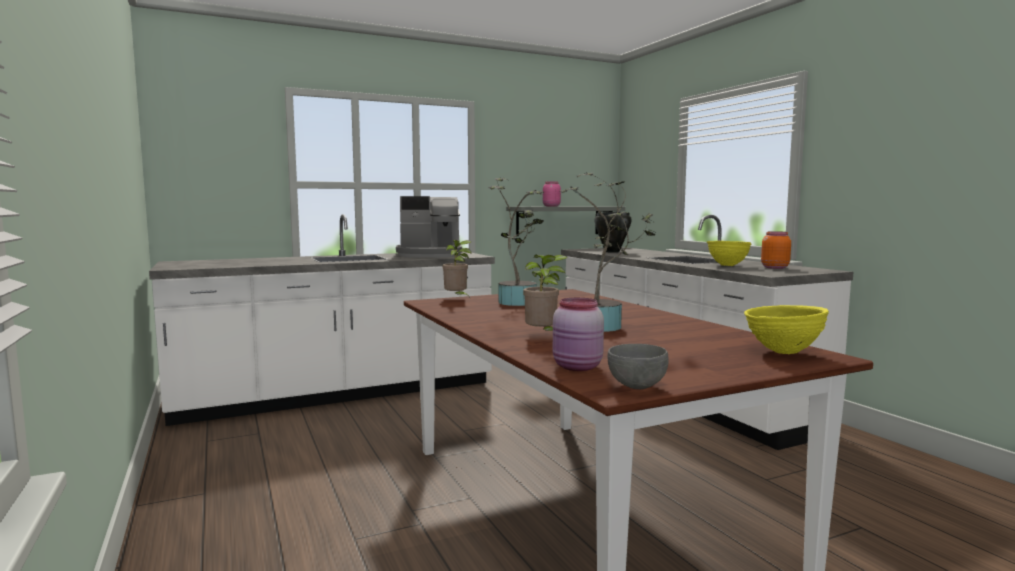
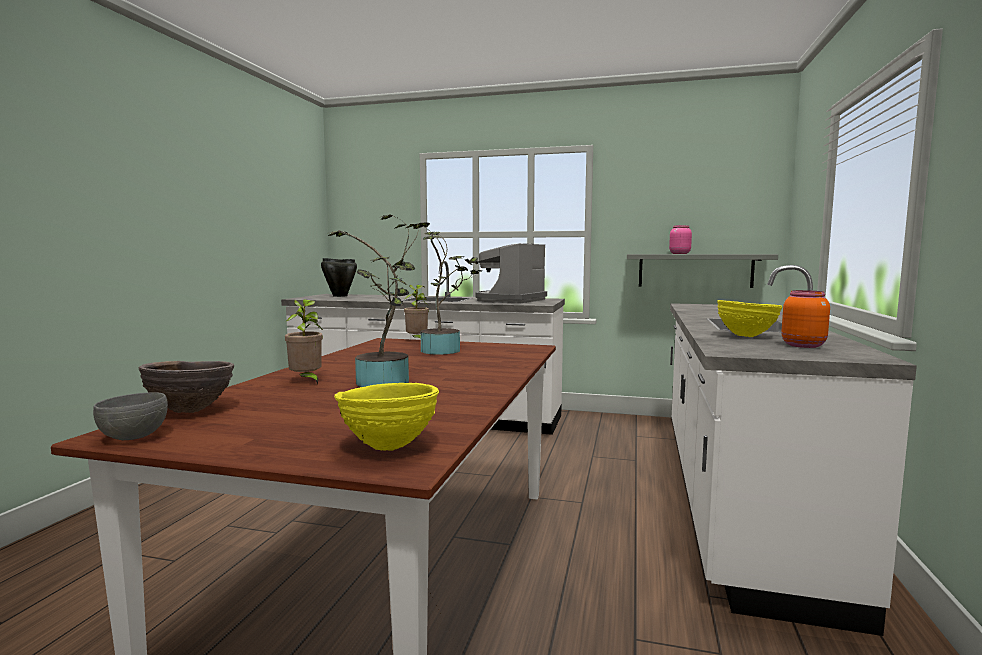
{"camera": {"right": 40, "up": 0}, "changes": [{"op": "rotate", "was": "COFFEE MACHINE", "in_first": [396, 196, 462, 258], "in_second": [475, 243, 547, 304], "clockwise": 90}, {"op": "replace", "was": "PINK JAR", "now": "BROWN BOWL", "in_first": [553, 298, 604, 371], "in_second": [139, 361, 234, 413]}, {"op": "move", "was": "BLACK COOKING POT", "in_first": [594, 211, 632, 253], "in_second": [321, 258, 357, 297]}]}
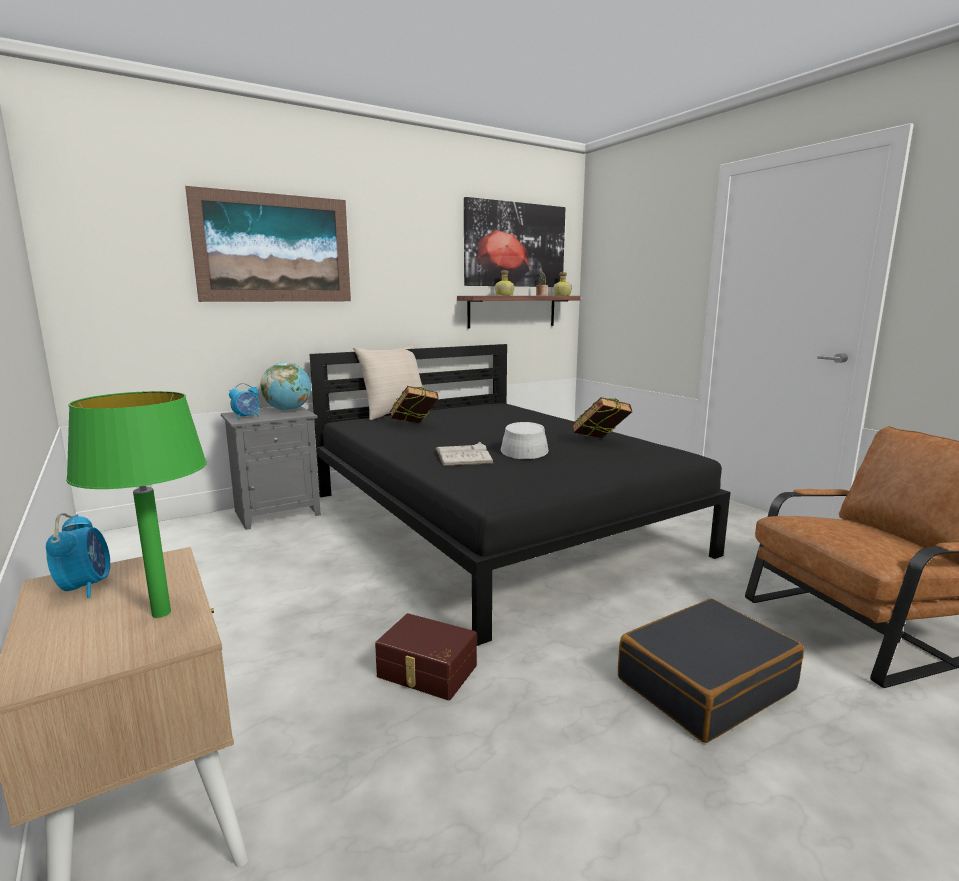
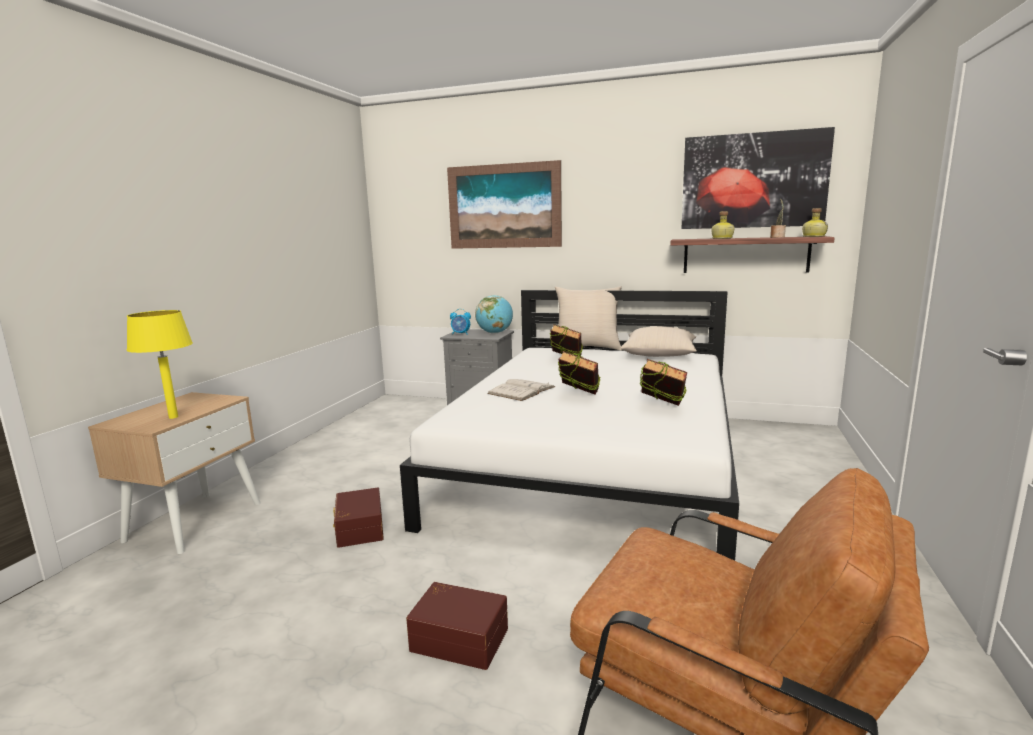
{"camera": {"right": 50, "up": 0}, "changes": [{"op": "delete", "was": "ALARM CLOCK", "in_first": [46, 513, 110, 598]}, {"op": "recolor", "was": "GREEN TABLE LAMP", "now": "YELLOW TABLE LAMP", "in_first": [66, 391, 207, 618], "in_second": [127, 310, 193, 419]}, {"op": "recolor", "was": "BLACK BED", "now": "WHITE BED", "in_first": [310, 344, 731, 646], "in_second": [400, 290, 739, 561]}, {"op": "replace", "was": "GREY HAT", "now": "BOOK", "in_first": [500, 422, 549, 459], "in_second": [558, 351, 601, 395]}, {"op": "replace", "was": "BLACK SUITCASE", "now": "BROWN STORAGE BOX", "in_first": [618, 598, 804, 743], "in_second": [406, 582, 508, 670]}, {"op": "insert", "now": "BEIGE PILLOW", "in_second": [621, 326, 697, 357]}]}
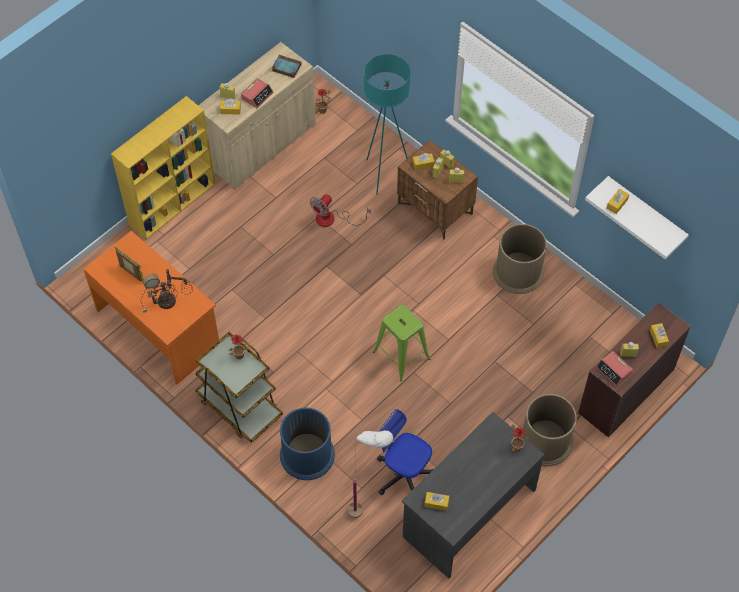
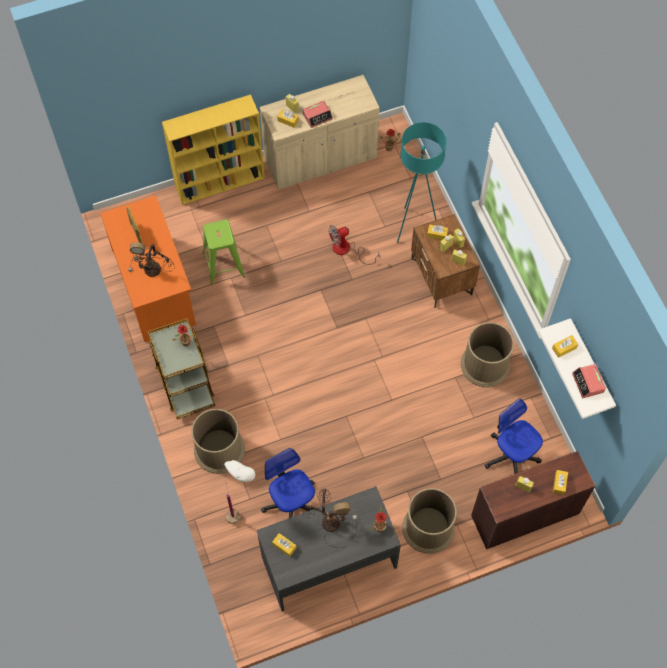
{"camera": {"right": 25, "up": 5}, "changes": [{"op": "delete", "was": "BOOK", "in_first": [272, 55, 302, 78]}, {"op": "recolor", "was": "BLUE TRASH CAN", "now": "BROWN TRASH CAN", "in_first": [280, 408, 335, 480], "in_second": [191, 409, 245, 474]}, {"op": "move", "was": "GREEN STOOL", "in_first": [373, 305, 430, 381], "in_second": [202, 219, 245, 285]}, {"op": "move", "was": "ALARM CLOCK", "in_first": [596, 351, 633, 387], "in_second": [572, 364, 606, 398]}, {"op": "insert", "now": "TABLE LAMP", "in_second": [302, 489, 357, 548]}, {"op": "insert", "now": "OFFICE CHAIR", "in_second": [484, 399, 543, 474]}]}
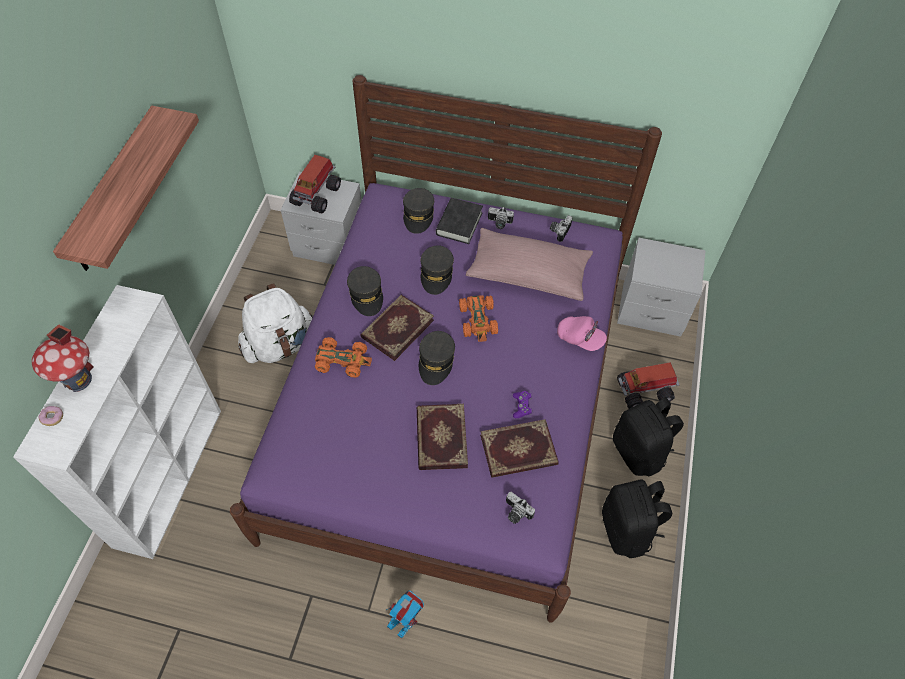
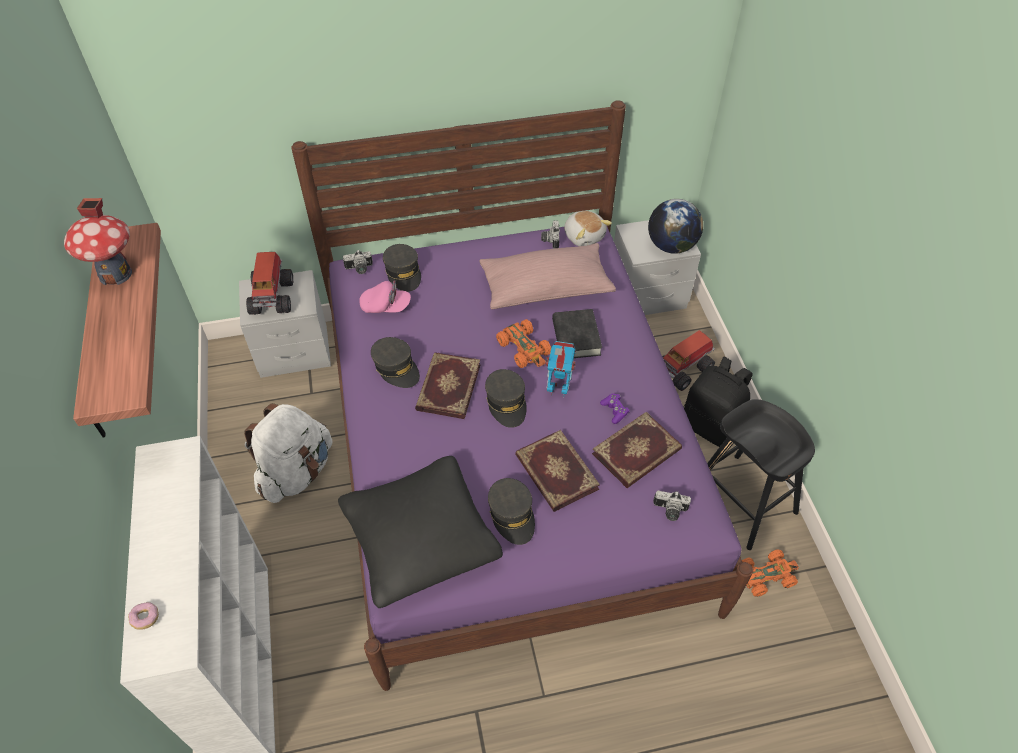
{"camera": {"right": -25, "up": -5}, "changes": [{"op": "move", "was": "TOY HOUSE", "in_first": [32, 324, 93, 392], "in_second": [64, 198, 132, 285]}, {"op": "move", "was": "ORANGE TOY CAR", "in_first": [315, 337, 372, 378], "in_second": [742, 550, 799, 597]}, {"op": "move", "was": "TOY ROBOT", "in_first": [386, 590, 424, 639], "in_second": [545, 341, 576, 398]}, {"op": "move", "was": "GREY CAP", "in_first": [420, 245, 454, 295], "in_second": [488, 478, 535, 545]}, {"op": "move", "was": "BLACK BOOK", "in_first": [436, 198, 483, 244], "in_second": [552, 309, 602, 358]}, {"op": "move", "was": "PHOTO CAMERA", "in_first": [488, 207, 514, 229], "in_second": [343, 250, 373, 274]}, {"op": "move", "was": "PINK CAP", "in_first": [557, 316, 607, 351], "in_second": [359, 281, 411, 313]}, {"op": "replace", "was": "BLACK BACKPACK", "now": "BLACK STOOL", "in_first": [602, 479, 672, 558], "in_second": [707, 399, 815, 550]}, {"op": "insert", "now": "BLACK PILLOW", "in_second": [338, 456, 503, 608]}, {"op": "insert", "now": "PLUSH TOY", "in_second": [564, 211, 612, 246]}, {"op": "insert", "now": "GLOBE", "in_second": [648, 199, 703, 254]}]}
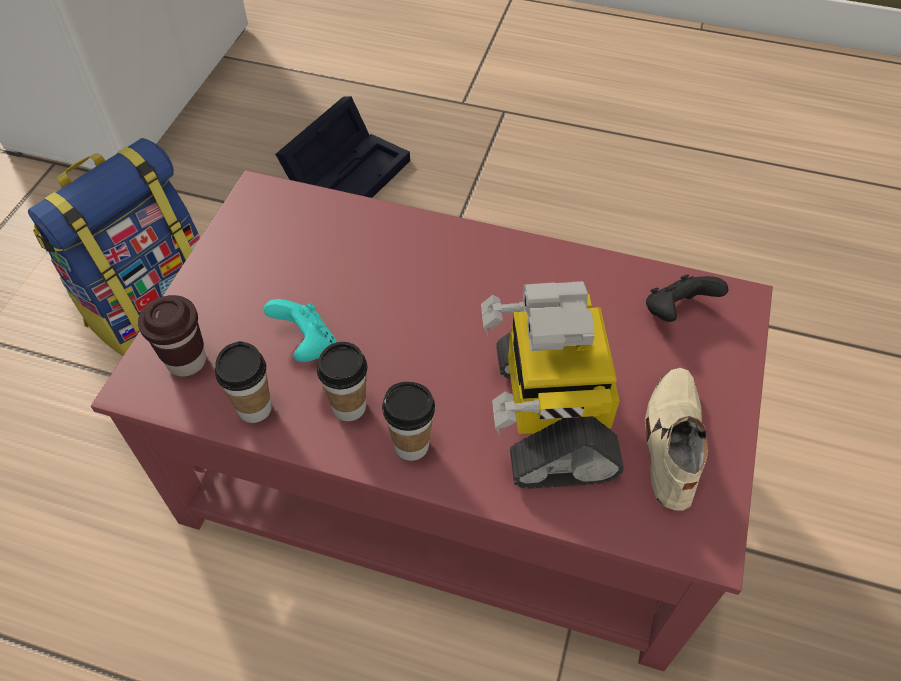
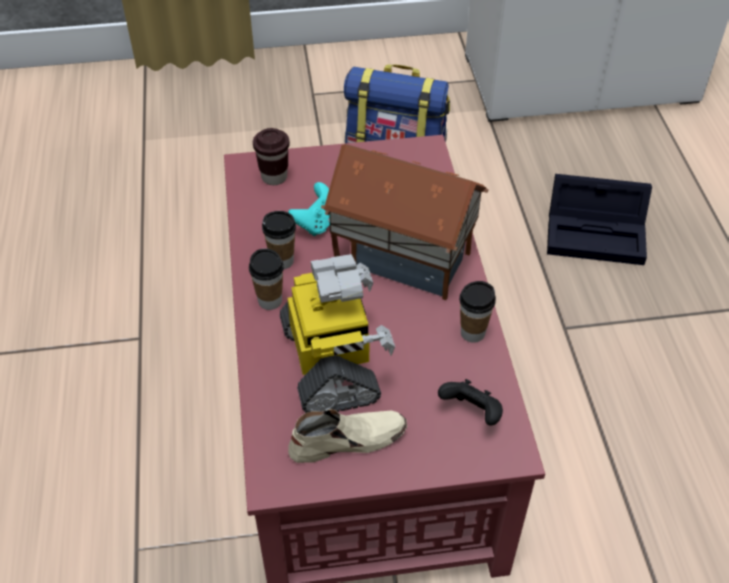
{"camera": {"right": 65, "up": -5}, "changes": [{"op": "move", "was": "CUP", "in_first": [215, 341, 271, 423], "in_second": [459, 281, 496, 343]}, {"op": "rotate", "was": "TOY ROBOT", "in_first": [481, 281, 624, 489], "in_second": [280, 254, 395, 413], "clockwise": 105}, {"op": "insert", "now": "TOY HOUSE", "in_second": [321, 144, 489, 300]}]}
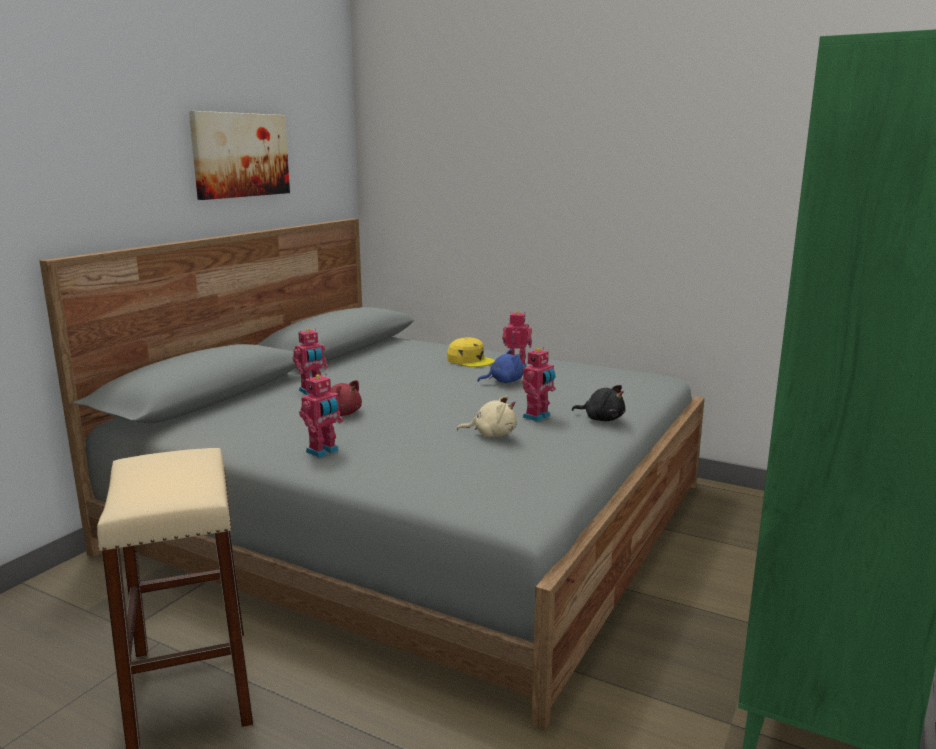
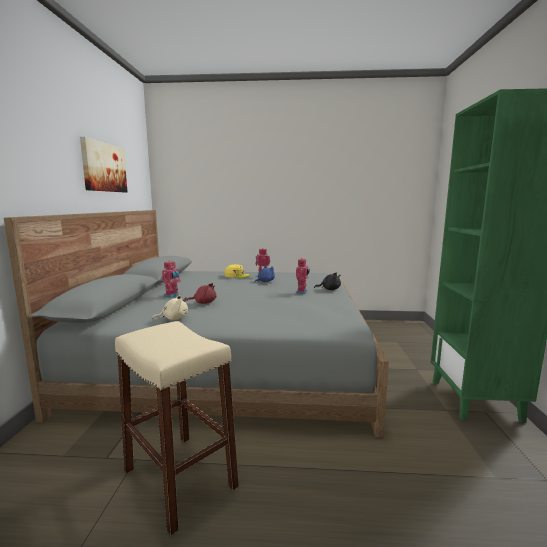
{"camera": {"right": -25, "up": -5}, "changes": [{"op": "delete", "was": "TOY ROBOT", "in_first": [299, 374, 343, 458]}, {"op": "move", "was": "BEIGE PLUSH TOY", "in_first": [457, 395, 517, 437], "in_second": [152, 295, 188, 320]}]}
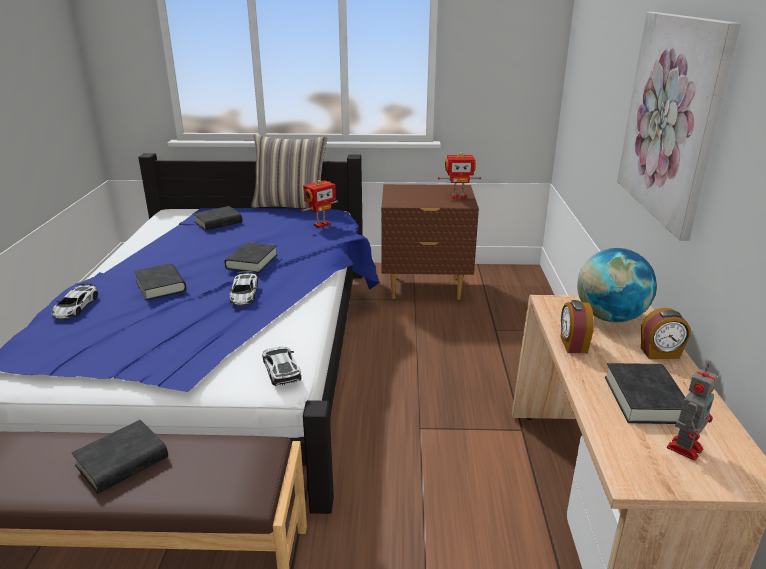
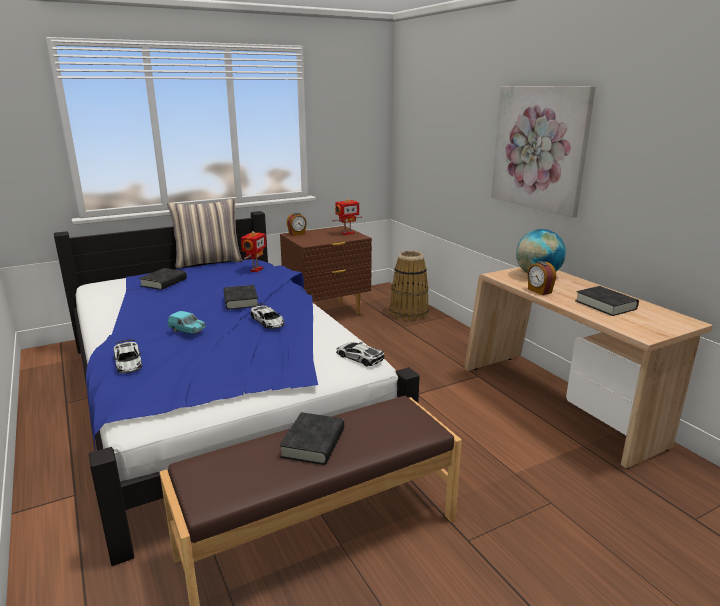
{"camera": {"right": -30, "up": -5}, "changes": [{"op": "replace", "was": "BLACK BOOK", "now": "TURQUOISE TOY CAR", "in_first": [134, 264, 186, 300], "in_second": [168, 311, 206, 334]}, {"op": "move", "was": "ALARM CLOCK", "in_first": [641, 308, 691, 359], "in_second": [287, 213, 307, 236]}, {"op": "delete", "was": "TOY ROBOT", "in_first": [667, 364, 717, 461]}, {"op": "insert", "now": "BASKET", "in_second": [389, 251, 429, 321]}]}
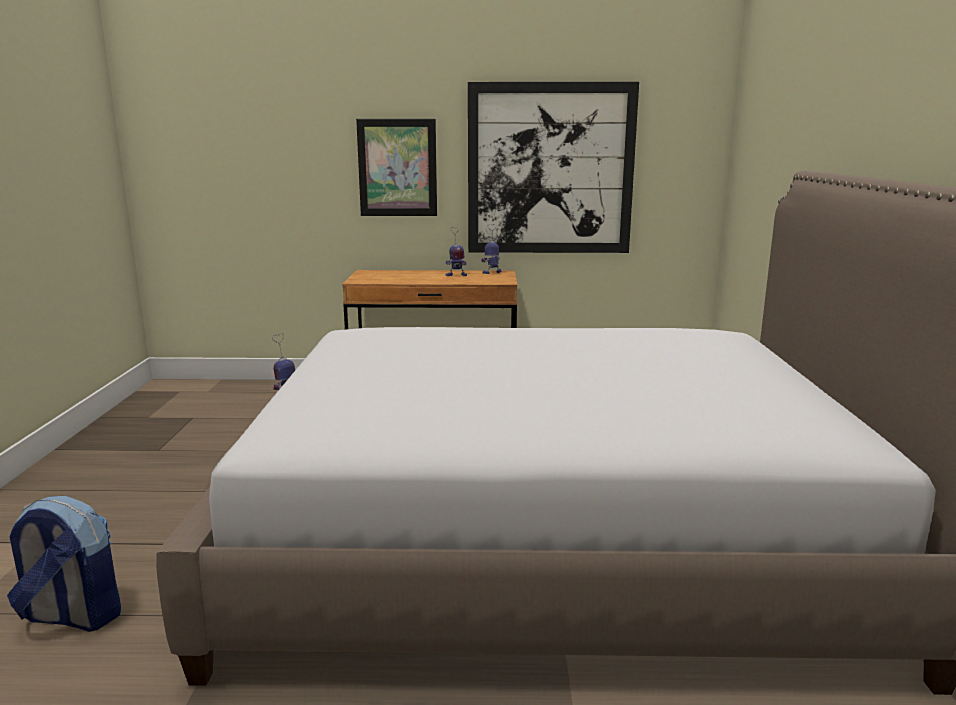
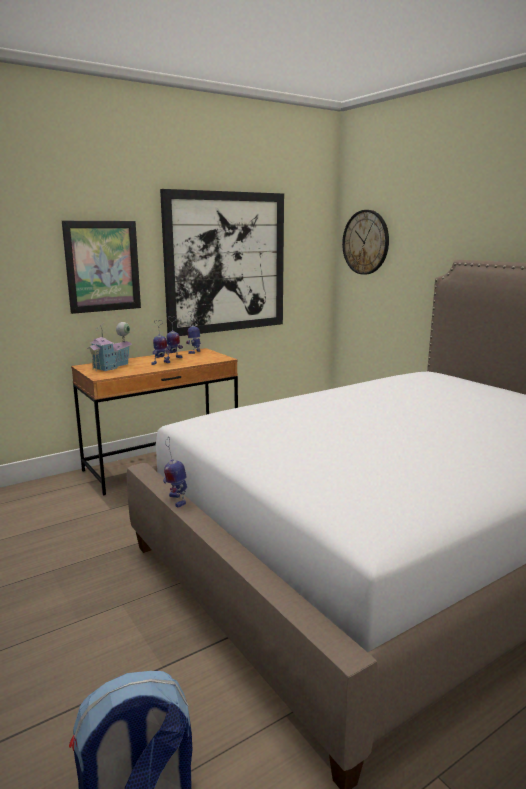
{"camera": {"right": -35, "up": 0}, "changes": [{"op": "insert", "now": "TOY HOUSE", "in_second": [87, 322, 132, 371]}, {"op": "insert", "now": "TOY ROBOT", "in_second": [151, 320, 170, 365]}, {"op": "insert", "now": "WALL CLOCK", "in_second": [342, 210, 389, 275]}]}
